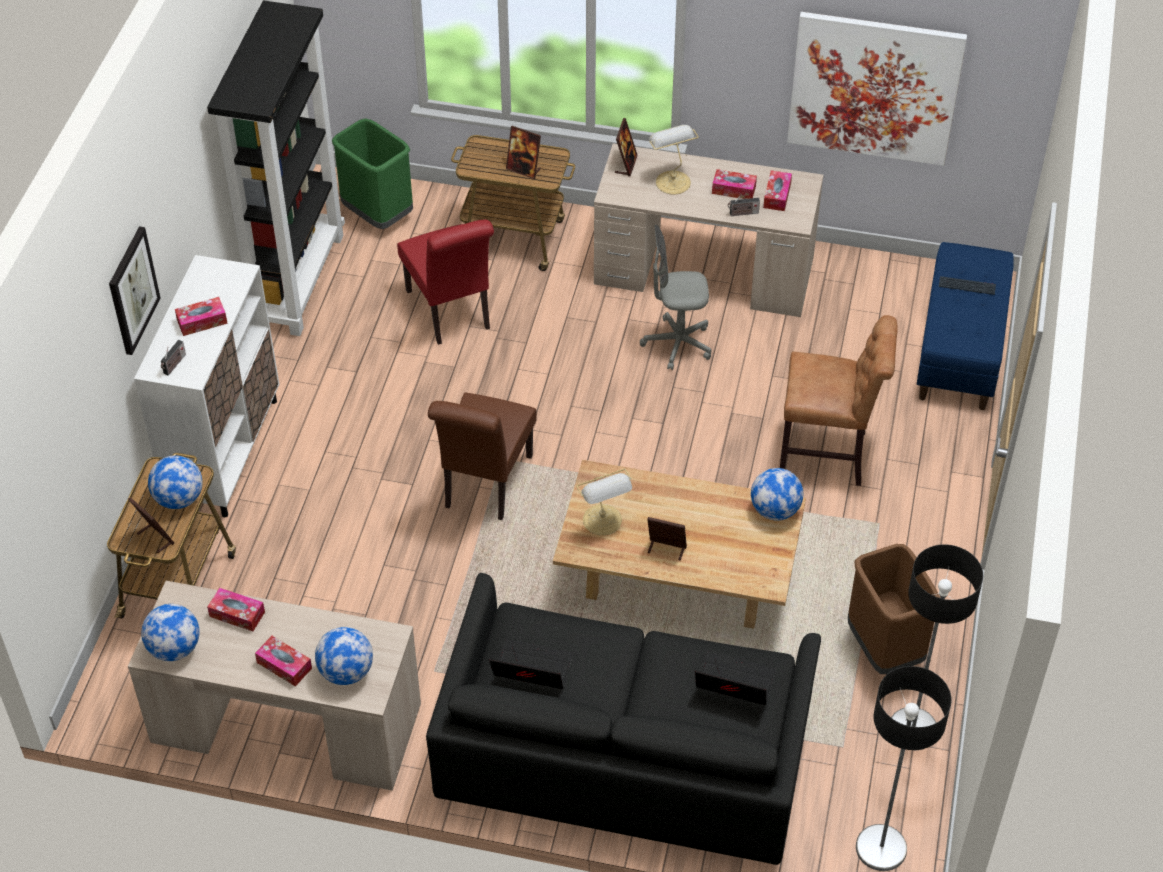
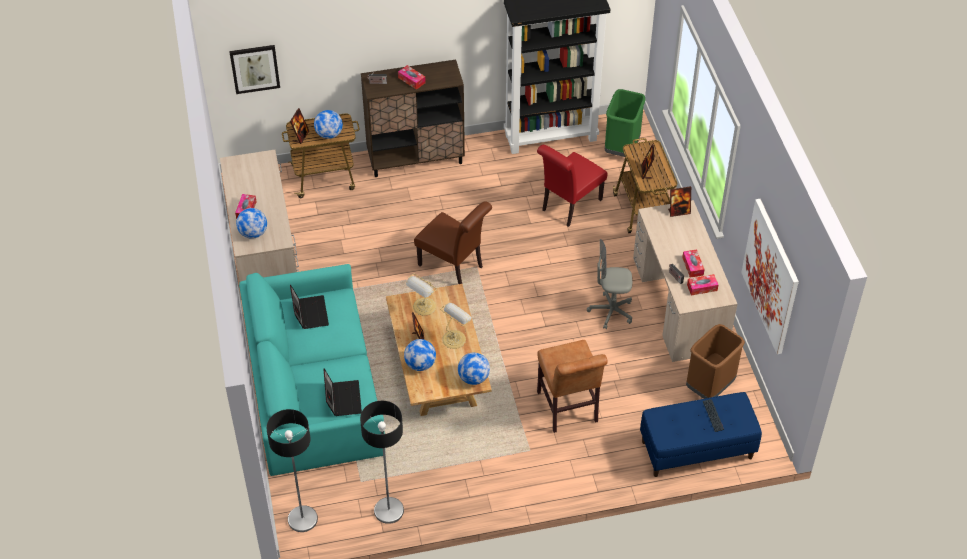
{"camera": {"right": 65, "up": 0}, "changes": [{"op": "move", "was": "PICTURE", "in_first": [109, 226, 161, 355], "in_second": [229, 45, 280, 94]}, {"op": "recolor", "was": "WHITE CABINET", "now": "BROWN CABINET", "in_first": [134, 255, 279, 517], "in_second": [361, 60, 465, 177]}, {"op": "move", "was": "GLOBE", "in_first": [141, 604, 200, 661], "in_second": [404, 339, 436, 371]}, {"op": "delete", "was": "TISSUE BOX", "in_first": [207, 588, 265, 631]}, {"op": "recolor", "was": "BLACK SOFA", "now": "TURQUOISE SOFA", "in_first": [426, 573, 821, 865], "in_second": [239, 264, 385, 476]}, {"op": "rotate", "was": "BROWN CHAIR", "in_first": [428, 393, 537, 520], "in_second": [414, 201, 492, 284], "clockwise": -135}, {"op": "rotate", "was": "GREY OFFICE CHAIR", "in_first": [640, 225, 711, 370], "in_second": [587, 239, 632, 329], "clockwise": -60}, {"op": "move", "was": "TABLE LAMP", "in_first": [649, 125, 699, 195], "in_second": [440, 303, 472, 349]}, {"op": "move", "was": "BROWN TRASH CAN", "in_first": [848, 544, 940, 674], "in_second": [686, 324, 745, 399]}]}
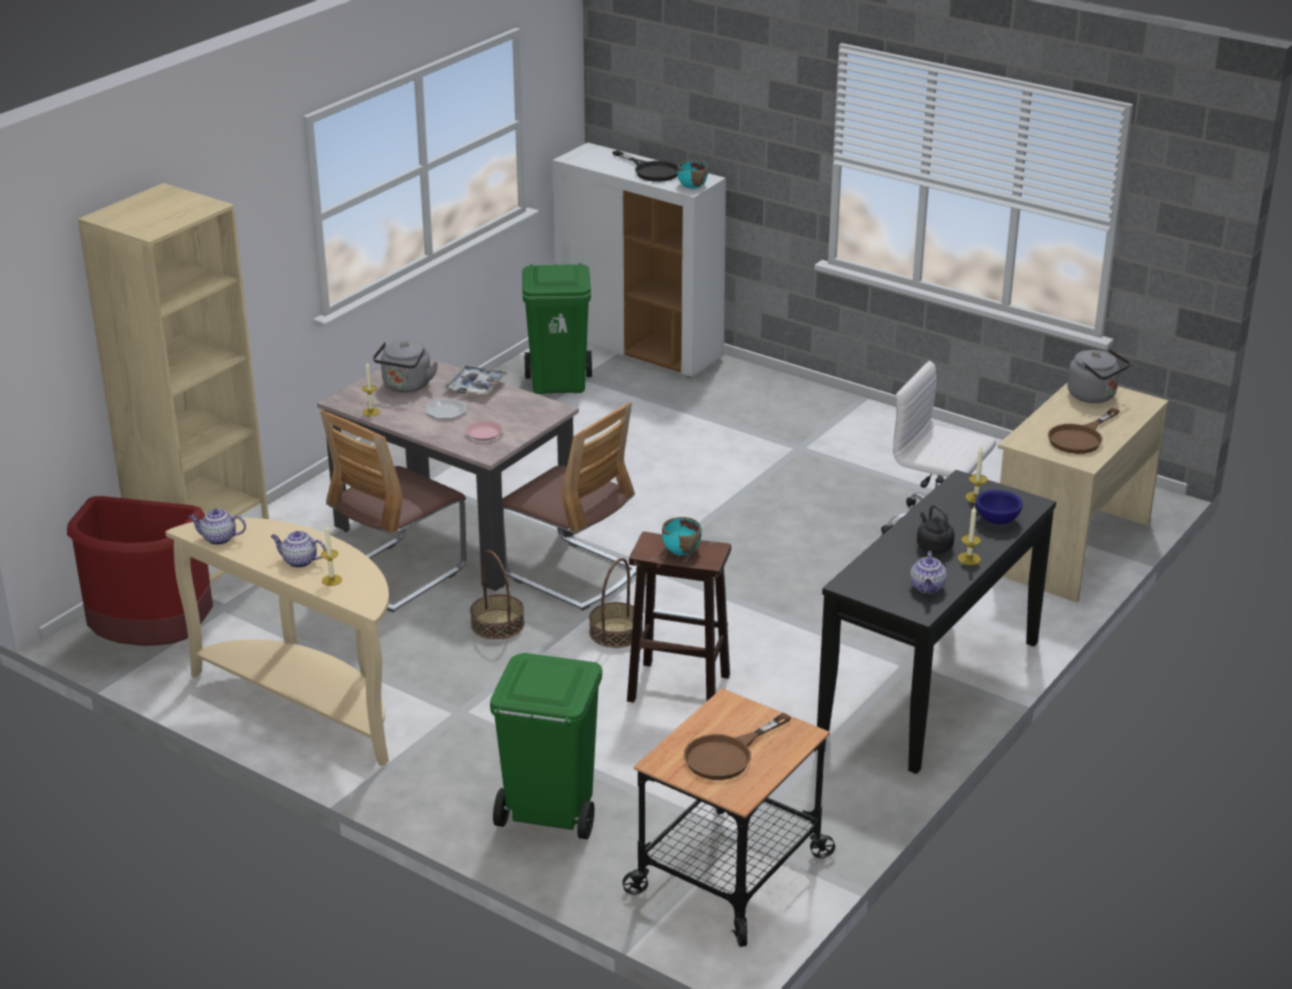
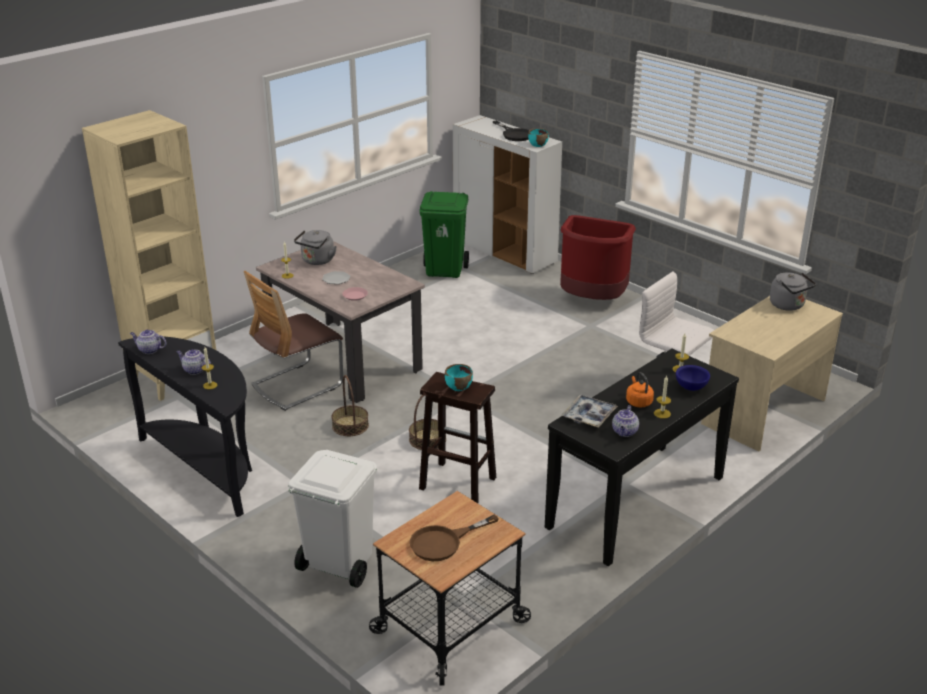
{"camera": {"right": 10, "up": 0}, "changes": [{"op": "move", "was": "RED TRASH CAN", "in_first": [67, 496, 213, 646], "in_second": [560, 215, 636, 300]}, {"op": "recolor", "was": "BEIGE CONSOLE TABLE", "now": "BLACK CONSOLE TABLE", "in_first": [166, 517, 389, 766], "in_second": [118, 337, 252, 517]}, {"op": "move", "was": "TRAY", "in_first": [443, 365, 508, 395], "in_second": [562, 394, 618, 428]}, {"op": "recolor", "was": "GREEN TRASH CAN", "now": "WHITE TRASH CAN", "in_first": [490, 653, 603, 839], "in_second": [289, 450, 377, 588]}, {"op": "delete", "was": "CHAIR", "in_first": [502, 402, 637, 611]}, {"op": "recolor", "was": "BLACK KETTLE", "now": "ORANGE KETTLE", "in_first": [917, 505, 955, 553], "in_second": [626, 372, 654, 407]}, {"op": "delete", "was": "BROWN FRYING PAN", "in_first": [1048, 408, 1120, 454]}]}
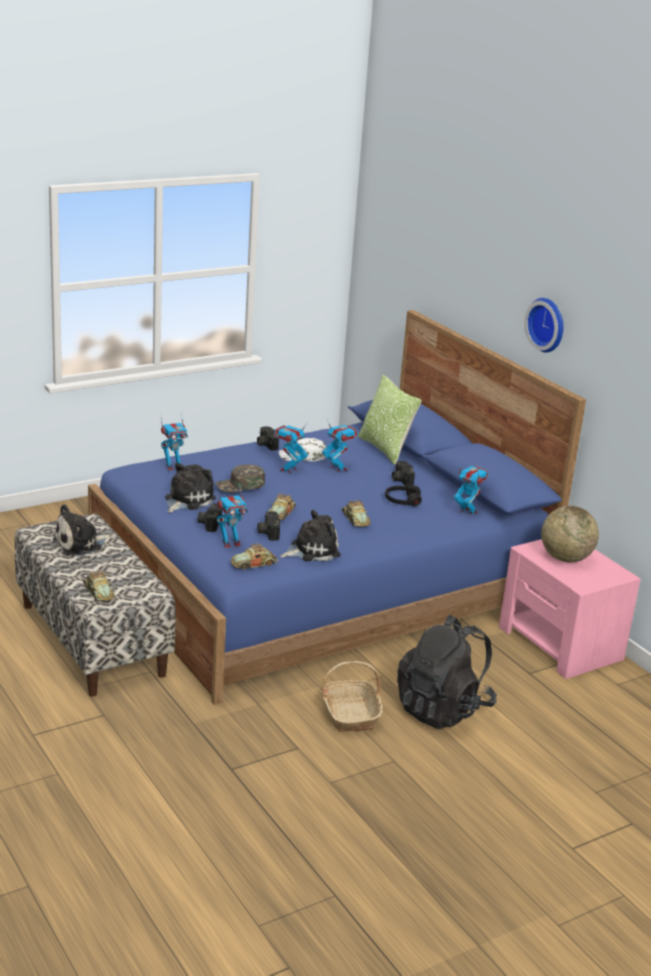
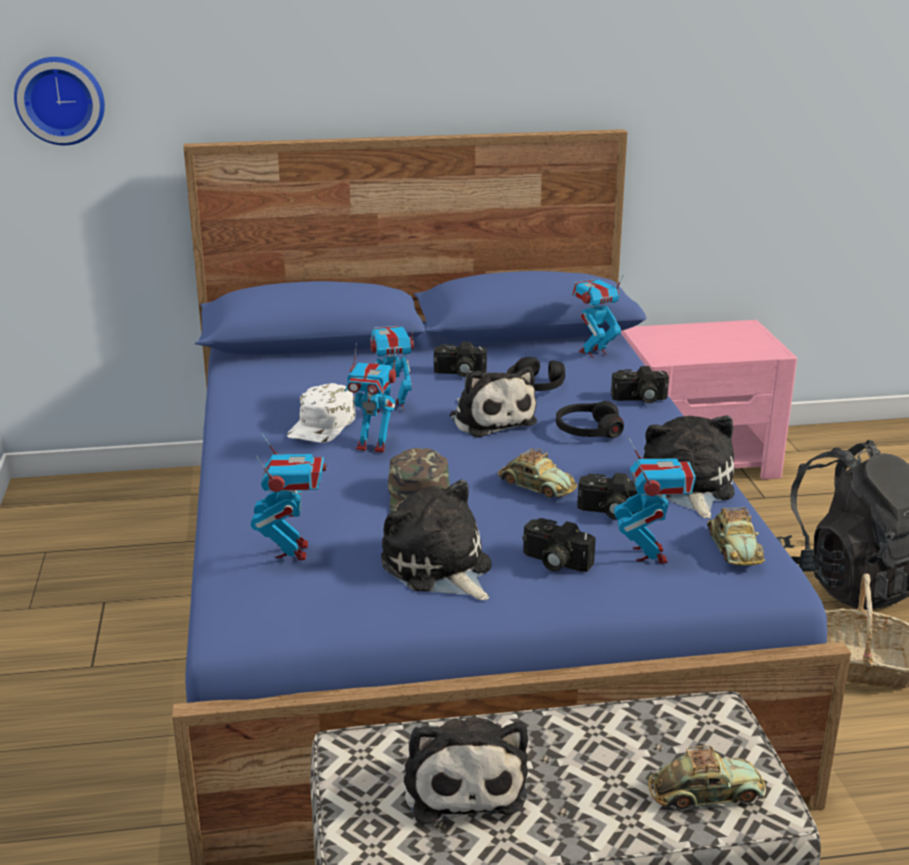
{"camera": {"right": -65, "up": 0}, "changes": [{"op": "move", "was": "PHOTO CAMERA", "in_first": [257, 426, 279, 451], "in_second": [611, 366, 669, 403]}, {"op": "rotate", "was": "TOY ROBOT", "in_first": [275, 422, 308, 474], "in_second": [345, 343, 397, 452], "clockwise": -45}, {"op": "replace", "was": "TOY CAR", "now": "BLACK HEADPHONES", "in_first": [342, 500, 371, 527], "in_second": [556, 401, 624, 438]}, {"op": "delete", "was": "PILLOW", "in_first": [358, 375, 422, 465]}, {"op": "move", "was": "WALL CLOCK", "in_first": [524, 298, 564, 353], "in_second": [14, 57, 105, 145]}, {"op": "delete", "was": "GLOBE", "in_first": [541, 506, 599, 562]}, {"op": "insert", "now": "PLUSH TOY", "in_second": [450, 366, 537, 438]}]}
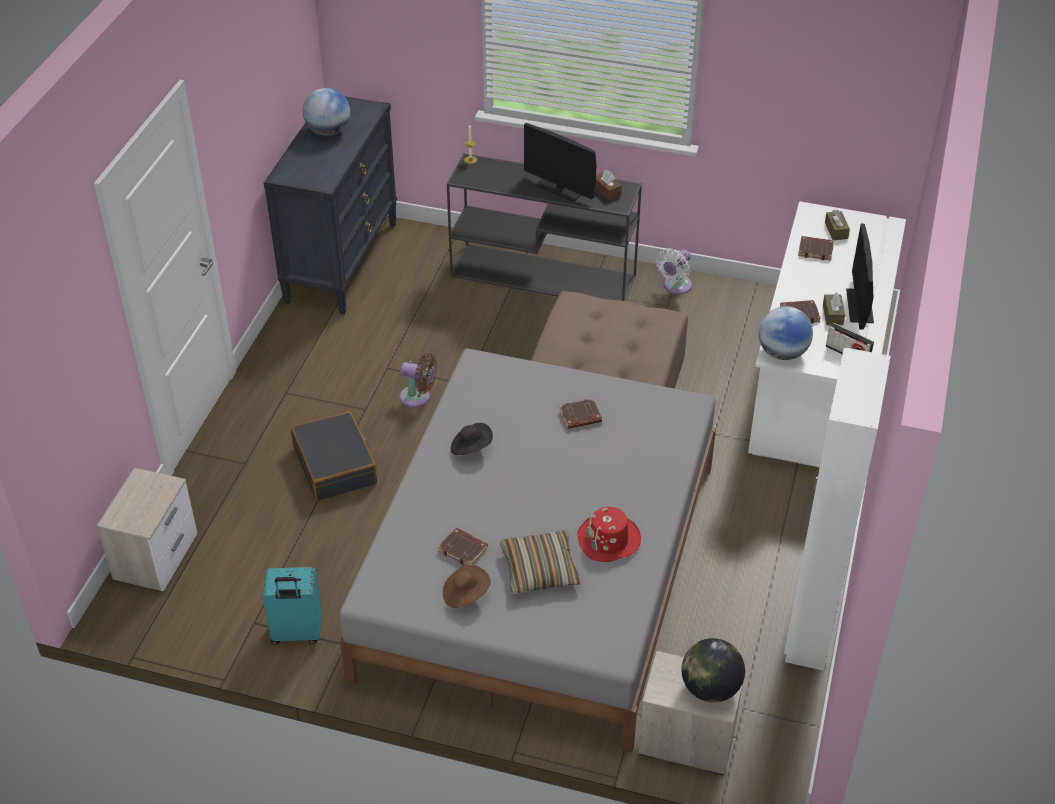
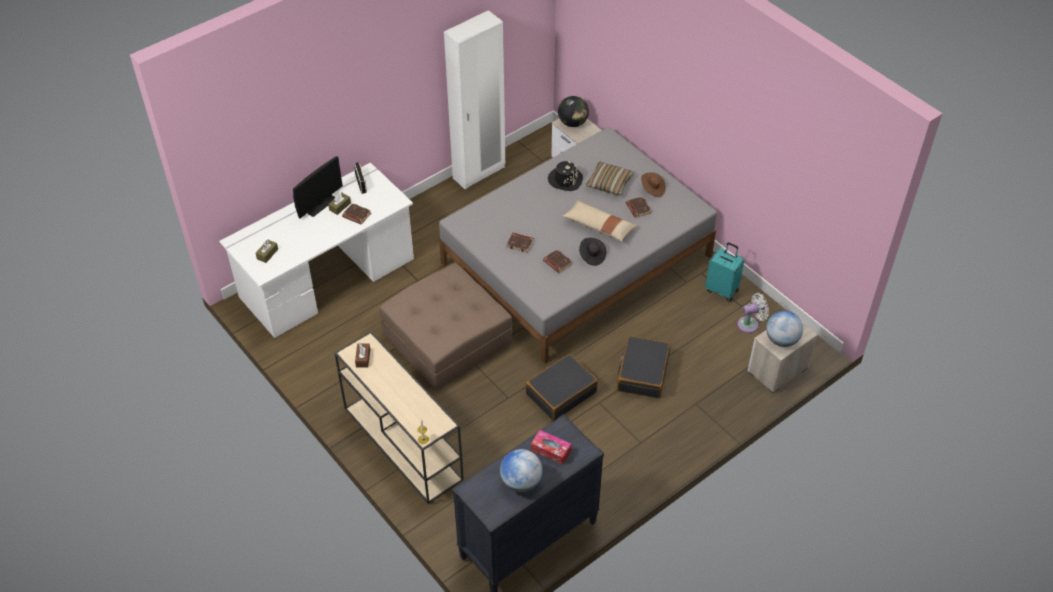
{"camera": {"right": -145, "up": 5}, "changes": [{"op": "replace", "was": "BROWN FAN", "now": "BLACK SUITCASE", "in_first": [400, 353, 437, 408], "in_second": [526, 354, 598, 421]}, {"op": "recolor", "was": "BLACK CONSOLE TABLE", "now": "BEIGE CONSOLE TABLE", "in_first": [447, 153, 642, 301], "in_second": [335, 332, 464, 504]}, {"op": "delete", "was": "MONITOR", "in_first": [524, 123, 596, 202]}, {"op": "recolor", "was": "RED HAT", "now": "BLACK HAT", "in_first": [577, 507, 641, 562], "in_second": [548, 161, 583, 191]}, {"op": "move", "was": "WHITE FAN", "in_first": [656, 248, 692, 294], "in_second": [737, 293, 769, 333]}, {"op": "move", "was": "GLOBE", "in_first": [759, 306, 813, 360], "in_second": [766, 311, 803, 347]}, {"op": "move", "was": "BROWN BOOK", "in_first": [798, 236, 834, 261], "in_second": [543, 249, 572, 273]}, {"op": "insert", "now": "TISSUE BOX", "in_second": [531, 430, 572, 464]}, {"op": "insert", "now": "BEIGE PILLOW", "in_second": [563, 200, 637, 241]}]}
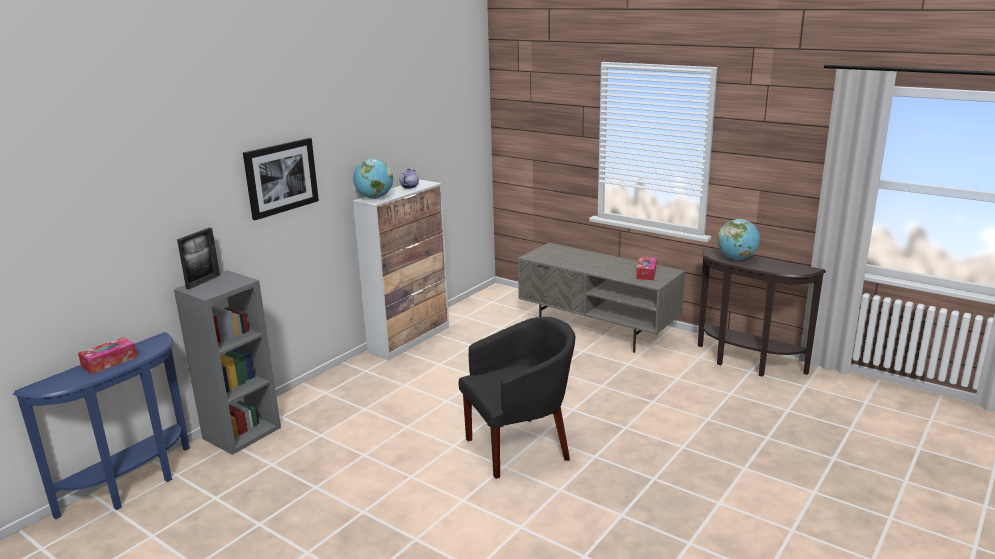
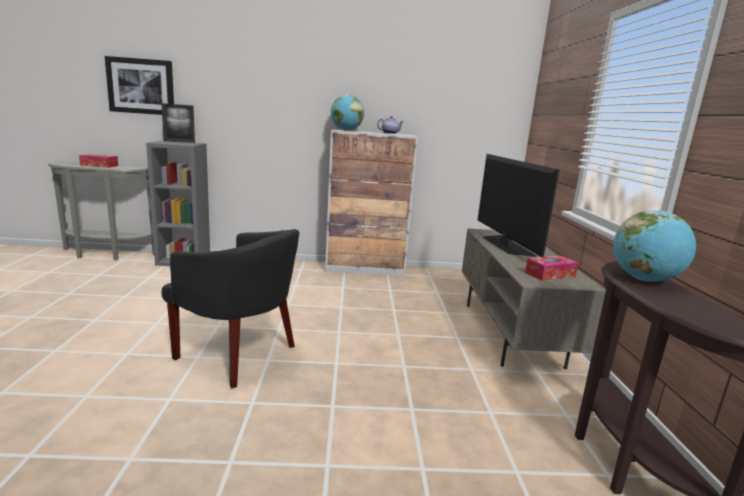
{"camera": {"right": 50, "up": -5}, "changes": [{"op": "recolor", "was": "BLUE CONSOLE TABLE", "now": "GREY CONSOLE TABLE", "in_first": [13, 332, 190, 519], "in_second": [48, 161, 154, 260]}, {"op": "move", "was": "PICTURE", "in_first": [243, 138, 319, 220], "in_second": [105, 56, 174, 115]}, {"op": "insert", "now": "TELEVISION", "in_second": [478, 154, 560, 257]}]}
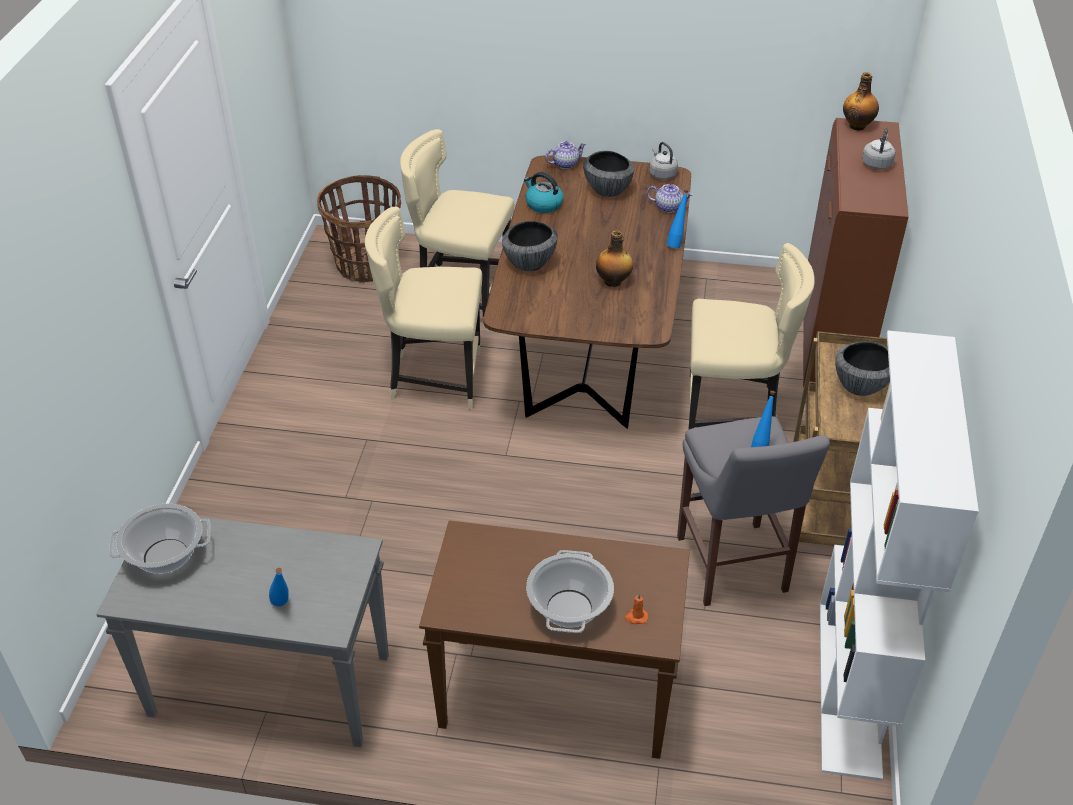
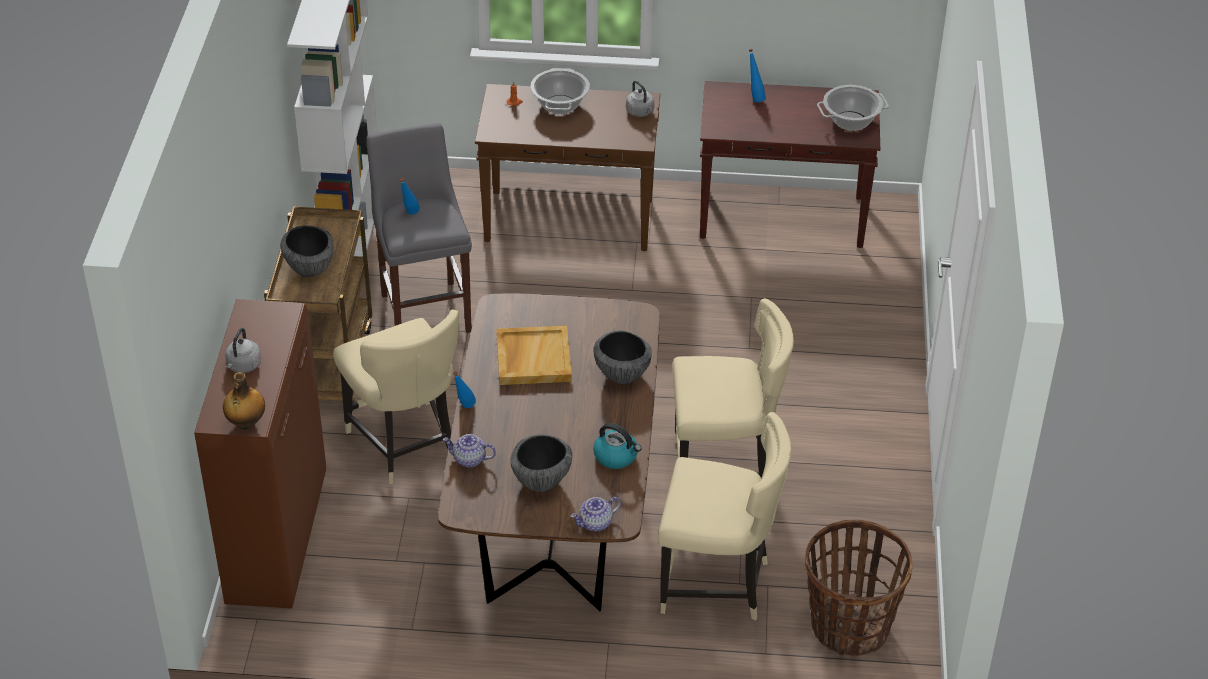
{"camera": {"right": 175, "up": 0}, "changes": [{"op": "recolor", "was": "GREY CONSOLE TABLE", "now": "BROWN CONSOLE TABLE", "in_first": [96, 516, 389, 747], "in_second": [700, 81, 880, 248]}, {"op": "replace", "was": "BOTTLE", "now": "BEIGE TRAY", "in_first": [596, 230, 633, 287], "in_second": [496, 326, 572, 385]}, {"op": "move", "was": "GREY KETTLE", "in_first": [649, 142, 678, 180], "in_second": [626, 81, 654, 117]}, {"op": "rotate", "was": "BEIGE CHAIR", "in_first": [688, 243, 815, 430], "in_second": [333, 310, 459, 484], "clockwise": -120}]}
